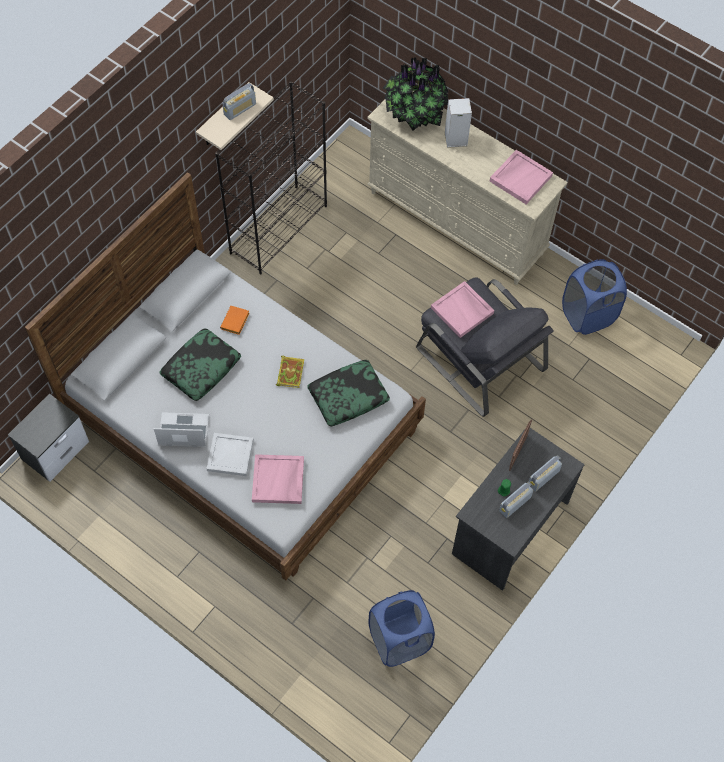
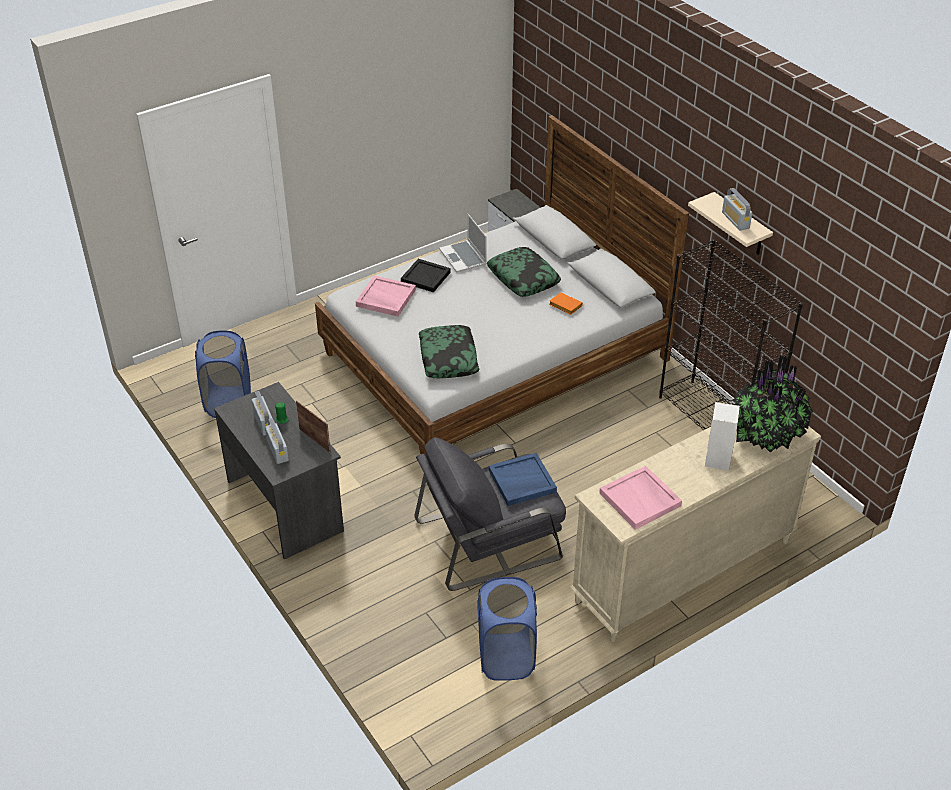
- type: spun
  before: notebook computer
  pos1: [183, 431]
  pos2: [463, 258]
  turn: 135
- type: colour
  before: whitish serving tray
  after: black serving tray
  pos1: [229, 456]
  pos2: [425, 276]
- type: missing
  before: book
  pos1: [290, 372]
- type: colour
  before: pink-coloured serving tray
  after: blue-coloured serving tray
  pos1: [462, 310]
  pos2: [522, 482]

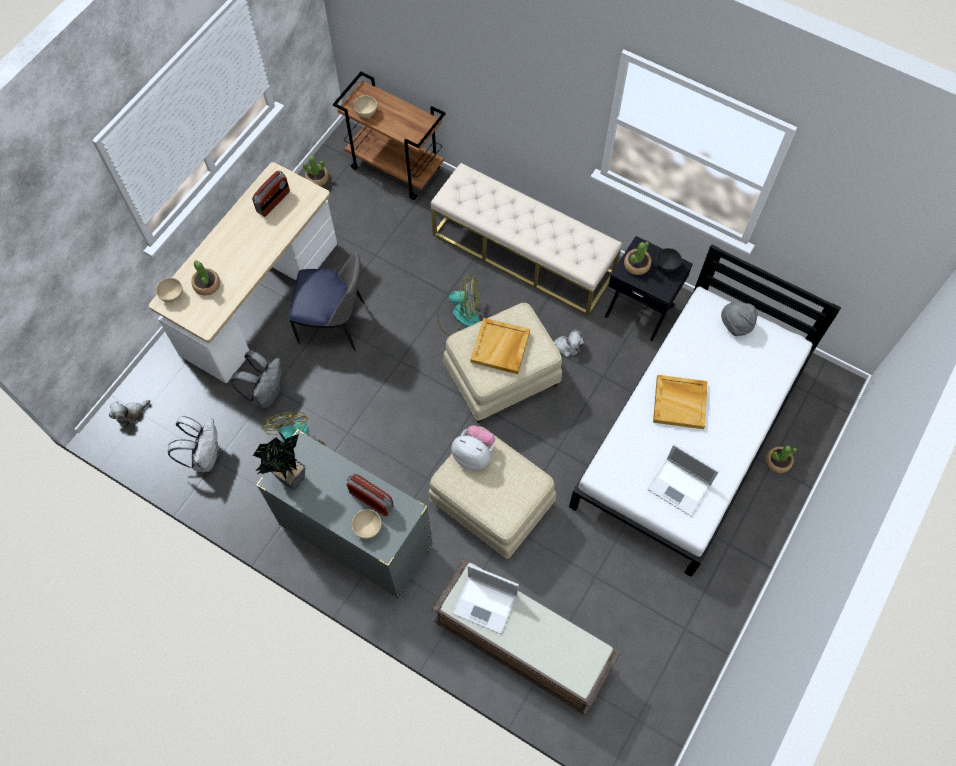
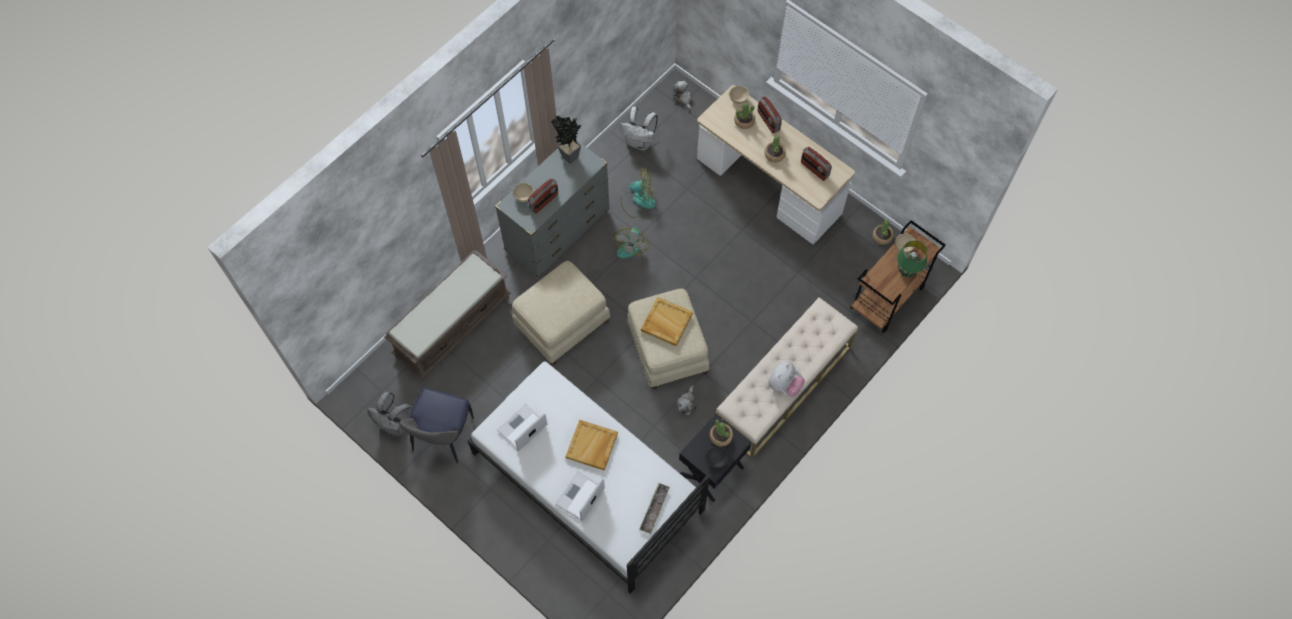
- type: relocated
  before: gray backpack
  pos1: [266, 393]
  pos2: [395, 425]
- type: relocated
  before: plain chair
  pos1: [334, 324]
  pos2: [443, 436]
- type: relocated
  before: fan
  pos1: [459, 315]
  pos2: [630, 244]
- type: relocated
  before: plush toy
  pos1: [474, 455]
  pos2: [784, 385]
- type: relocated
  before: notebook computer
  pos1: [486, 604]
  pos2: [579, 497]
- type: exchanged
  before: gray hat
  after: serving tray
  pos1: [735, 325]
  pos2: [654, 509]
- type: relocated
  before: potted plant
  pos1: [778, 461]
  pos2: [774, 154]
- type: appeared
  after: radio
  pos2: [768, 121]
- type: appeared
  after: green-coloured lamp for a table
  pos2: [906, 272]

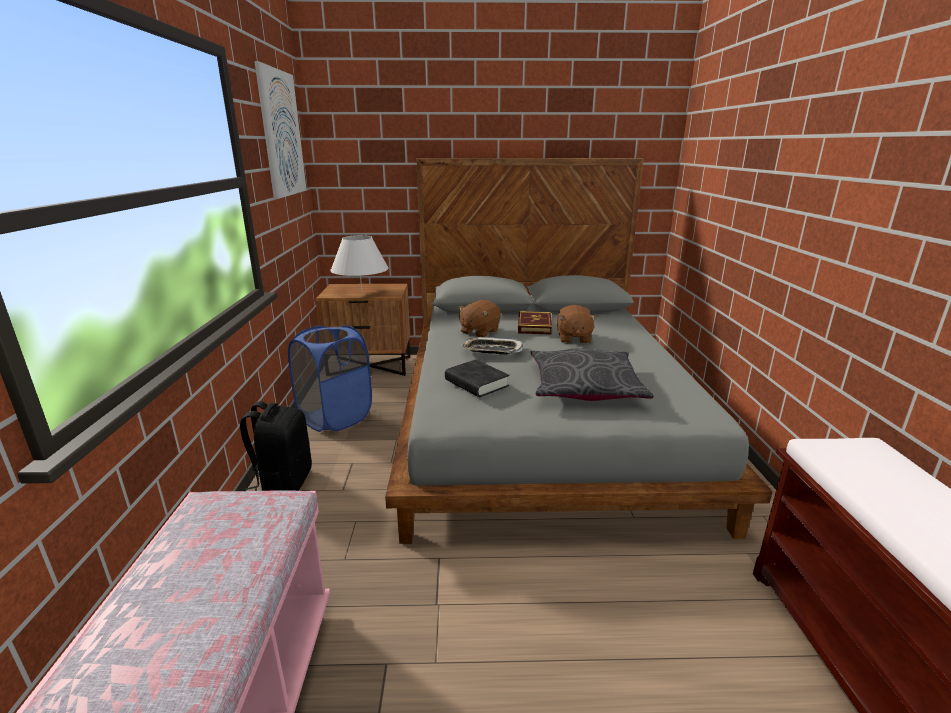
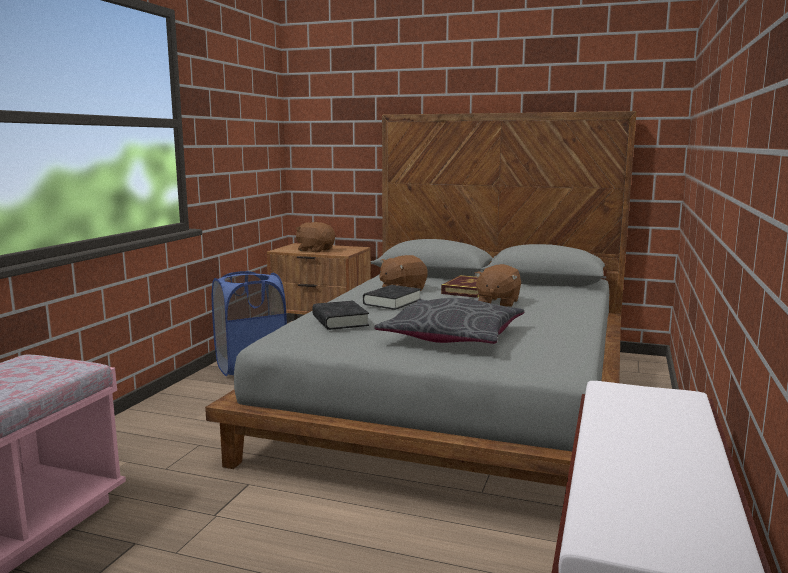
- type: missing
  before: black backpack
  pos1: [283, 483]
- type: missing
  before: picture
  pos1: [282, 134]
- type: exchanged
  before: whitish lamp for a table
  after: brownish plush toy
  pos1: [361, 292]
  pos2: [315, 250]
- type: exchanged
  before: serving tray
  after: black book
  pos1: [492, 350]
  pos2: [392, 302]

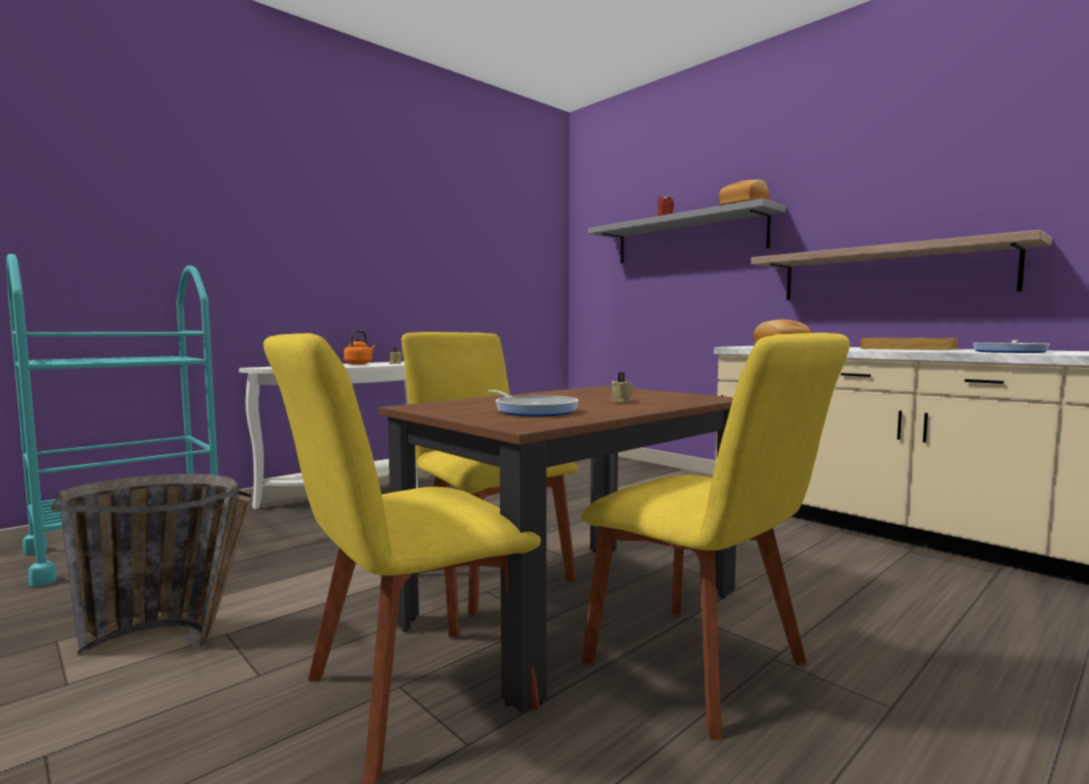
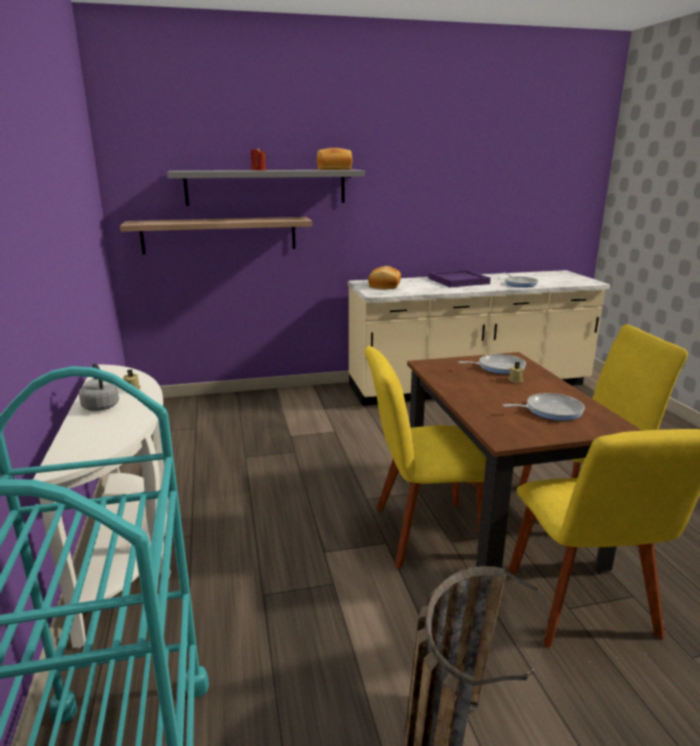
- type: colour
  before: orange tea kettle
  after: gray tea kettle
  pos1: [359, 364]
  pos2: [100, 406]
- type: relocated
  before: shelf
  pos1: [891, 273]
  pos2: [219, 235]
- type: colour
  before: beige-coloured serving tray
  after: purplish serving tray
  pos1: [910, 348]
  pos2: [458, 281]
- type: appeared
  after: pan
  pos2: [498, 367]

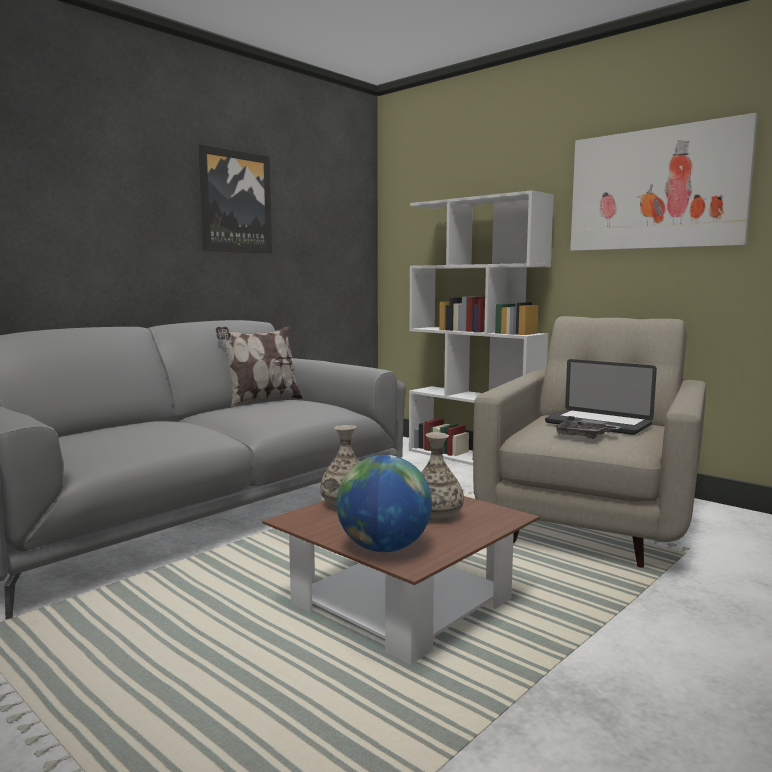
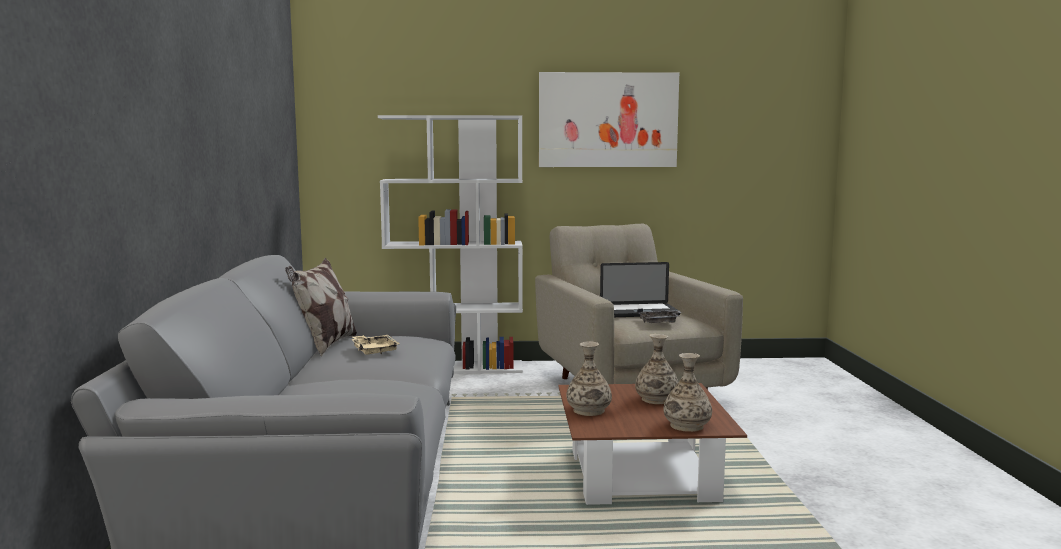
- type: missing
  before: picture
  pos1: [235, 202]
- type: exchanged
  before: world globe
  after: decorative vase
  pos1: [383, 548]
  pos2: [686, 425]
- type: appeared
  after: beige-coloured serving tray
  pos2: [374, 350]

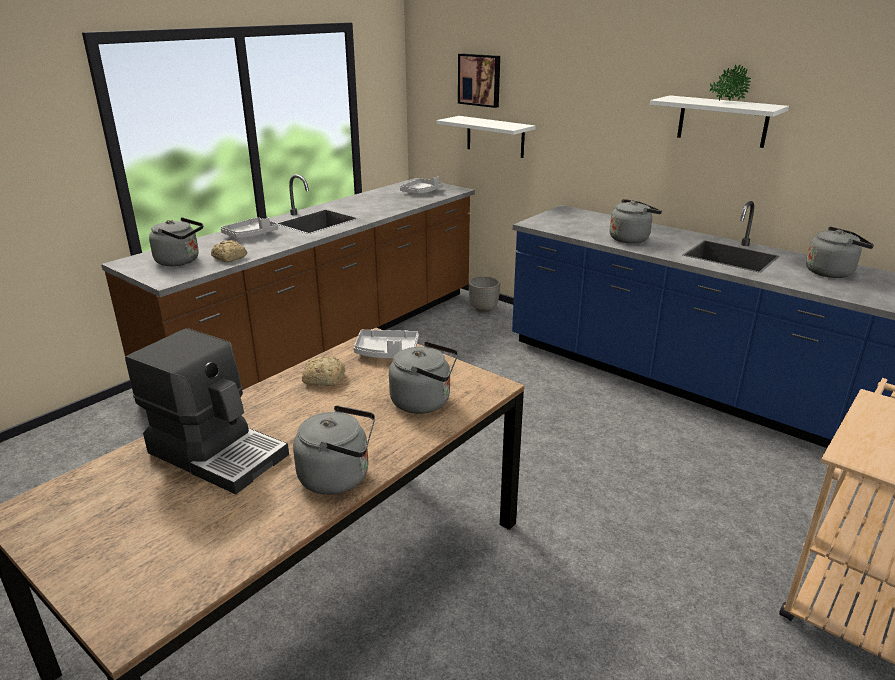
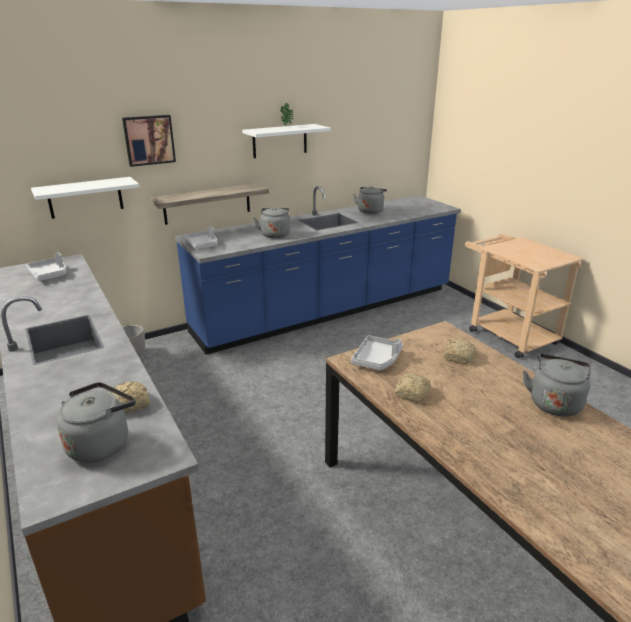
- type: missing
  before: coffee maker
  pos1: [218, 452]
- type: relocated
  before: gray serving tray
  pos1: [251, 235]
  pos2: [203, 245]
- type: exchanged
  before: gray tea kettle
  after: bread
  pos1: [425, 402]
  pos2: [460, 357]
- type: relocated
  before: picture
  pos1: [480, 80]
  pos2: [149, 140]
- type: appeared
  after: shelf
  pos2: [207, 204]

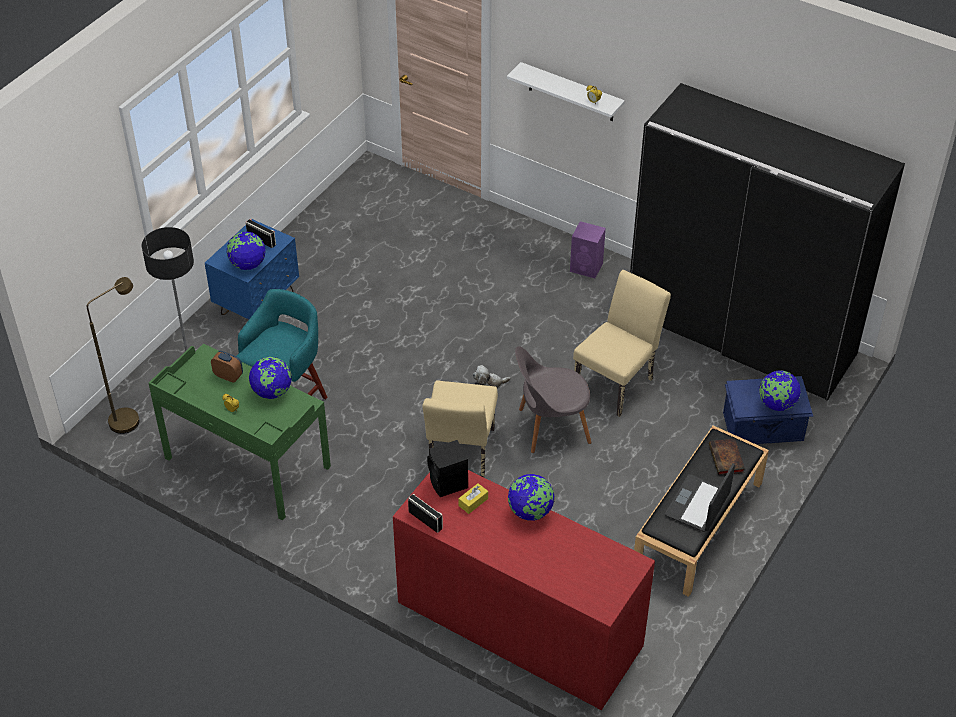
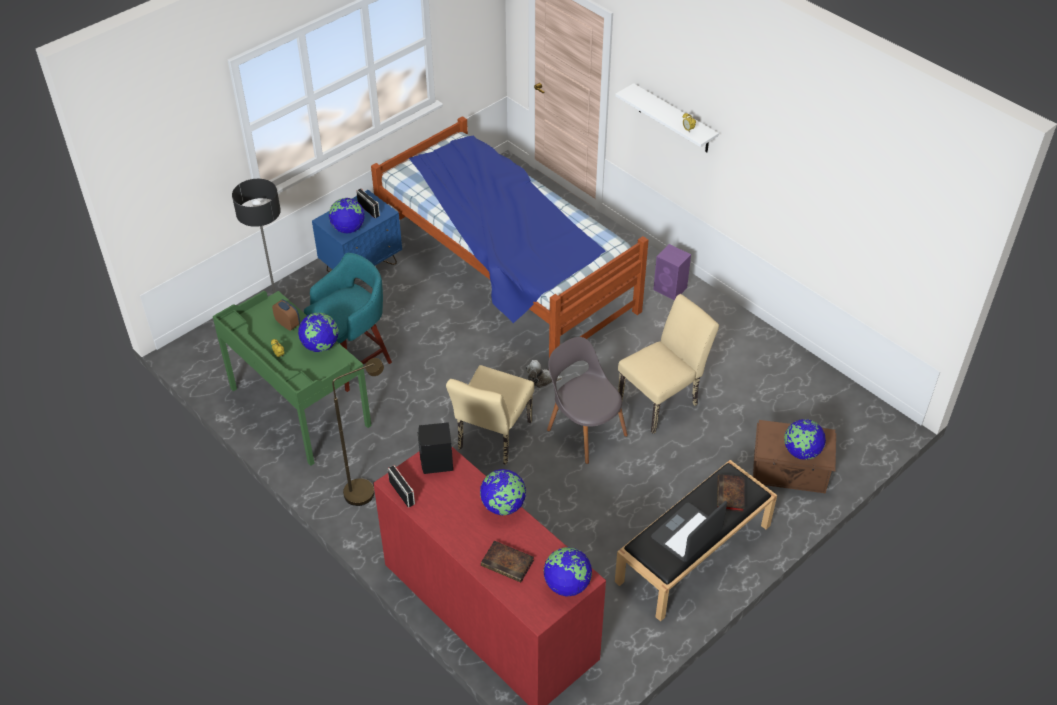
- type: relocated
  before: brownish floor lamp
  pos1: [130, 417]
  pos2: [366, 489]
- type: missing
  before: yellow-coloured tissue holder
  pos1: [473, 502]
- type: spun
  before: gray plain chair
  pos1: [550, 427]
  pos2: [584, 430]
  turn: 45
- type: missing
  before: black armoire
  pos1: [740, 334]
- type: colour
  before: blue-coloured storage box
  after: brownish storage box
  pos1: [763, 427]
  pos2: [790, 472]
- type: appeared
  after: bedroom bed
  pos2: [505, 274]
- type: appeared
  after: book
  pos2: [508, 563]
- type: appeared
  after: world globe
  pos2: [567, 585]

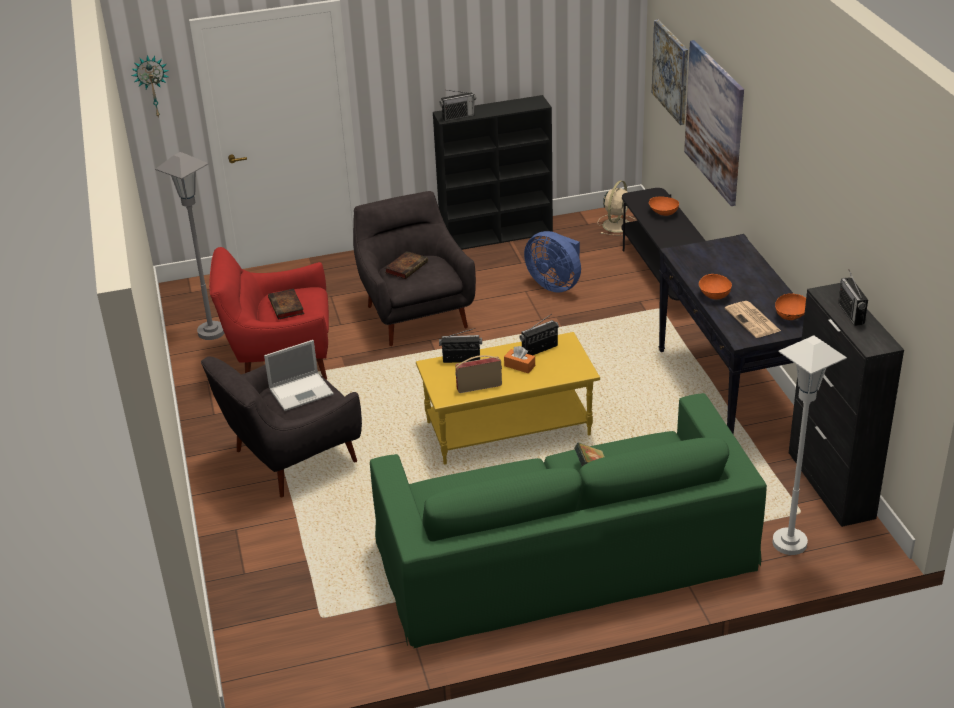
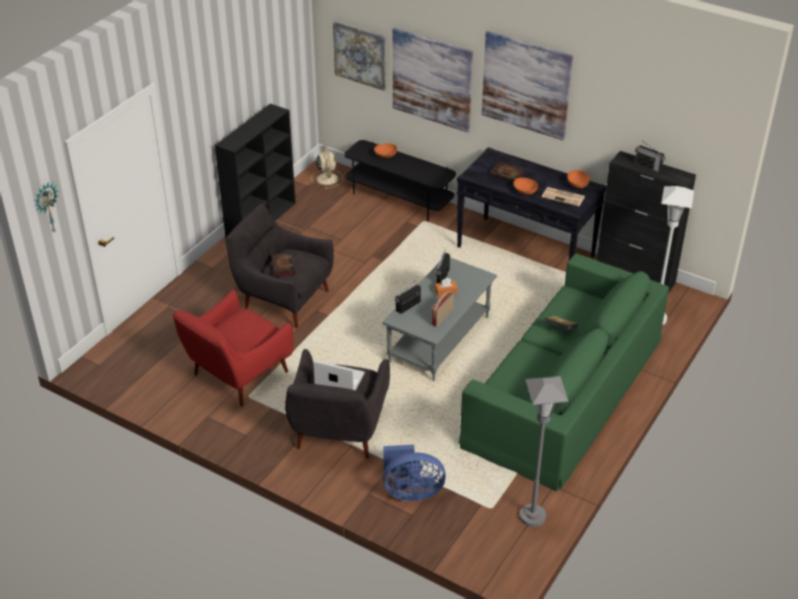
- type: relocated
  before: gray floor lamp
  pos1: [211, 332]
  pos2: [532, 516]
- type: spun
  before: notebook computer
  pos1: [302, 391]
  pos2: [338, 379]
  turn: -90
- type: relocated
  before: book
  pos1: [287, 307]
  pos2: [508, 173]
- type: colour
  before: yellow-coloured lounge table
  after: gray lounge table
  pos1: [508, 430]
  pos2: [440, 340]
- type: missing
  before: radio
  pos1: [458, 116]
- type: relocated
  before: blue-coloured fan
  pos1: [555, 284]
  pos2: [411, 491]
- type: appeared
  after: picture
  pos2: [526, 85]

